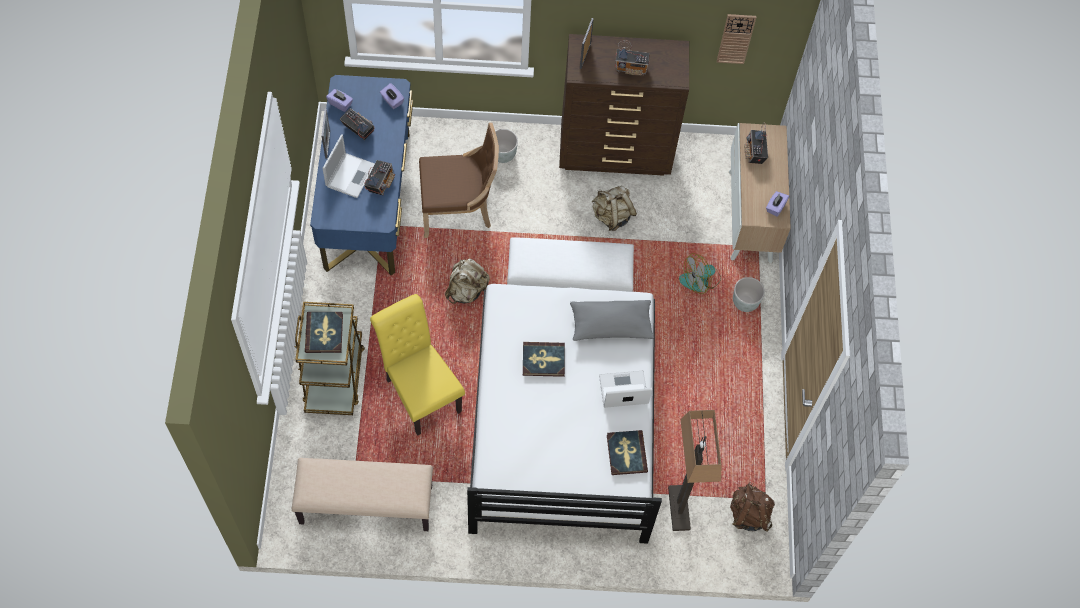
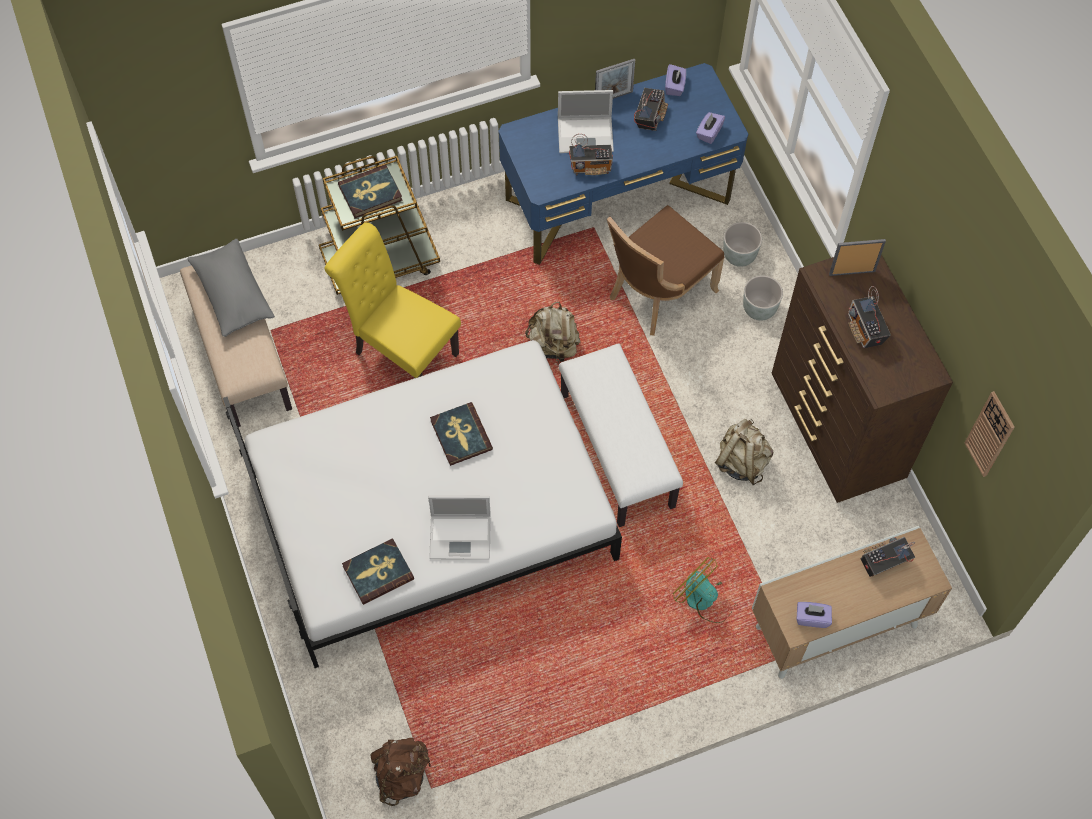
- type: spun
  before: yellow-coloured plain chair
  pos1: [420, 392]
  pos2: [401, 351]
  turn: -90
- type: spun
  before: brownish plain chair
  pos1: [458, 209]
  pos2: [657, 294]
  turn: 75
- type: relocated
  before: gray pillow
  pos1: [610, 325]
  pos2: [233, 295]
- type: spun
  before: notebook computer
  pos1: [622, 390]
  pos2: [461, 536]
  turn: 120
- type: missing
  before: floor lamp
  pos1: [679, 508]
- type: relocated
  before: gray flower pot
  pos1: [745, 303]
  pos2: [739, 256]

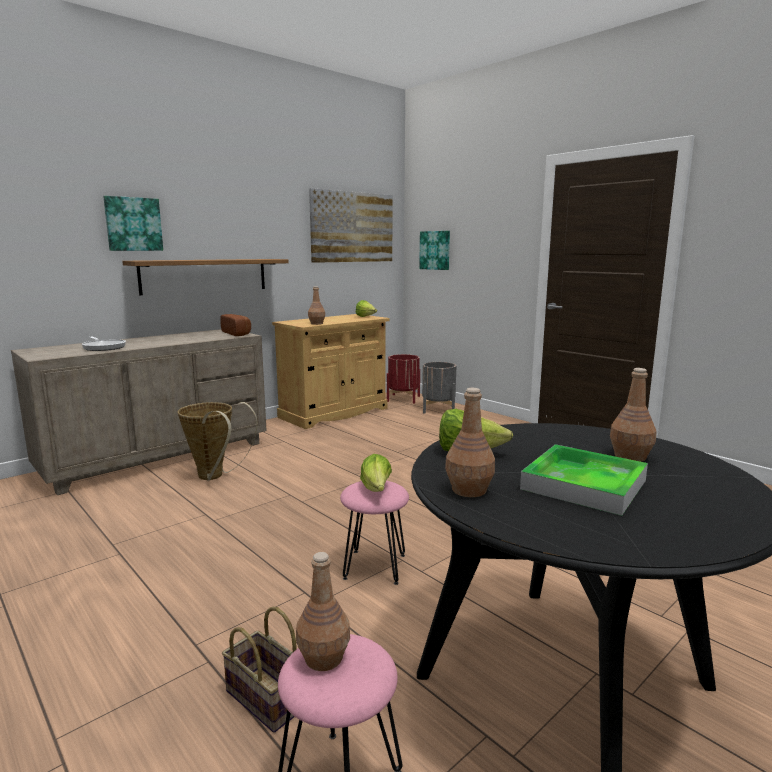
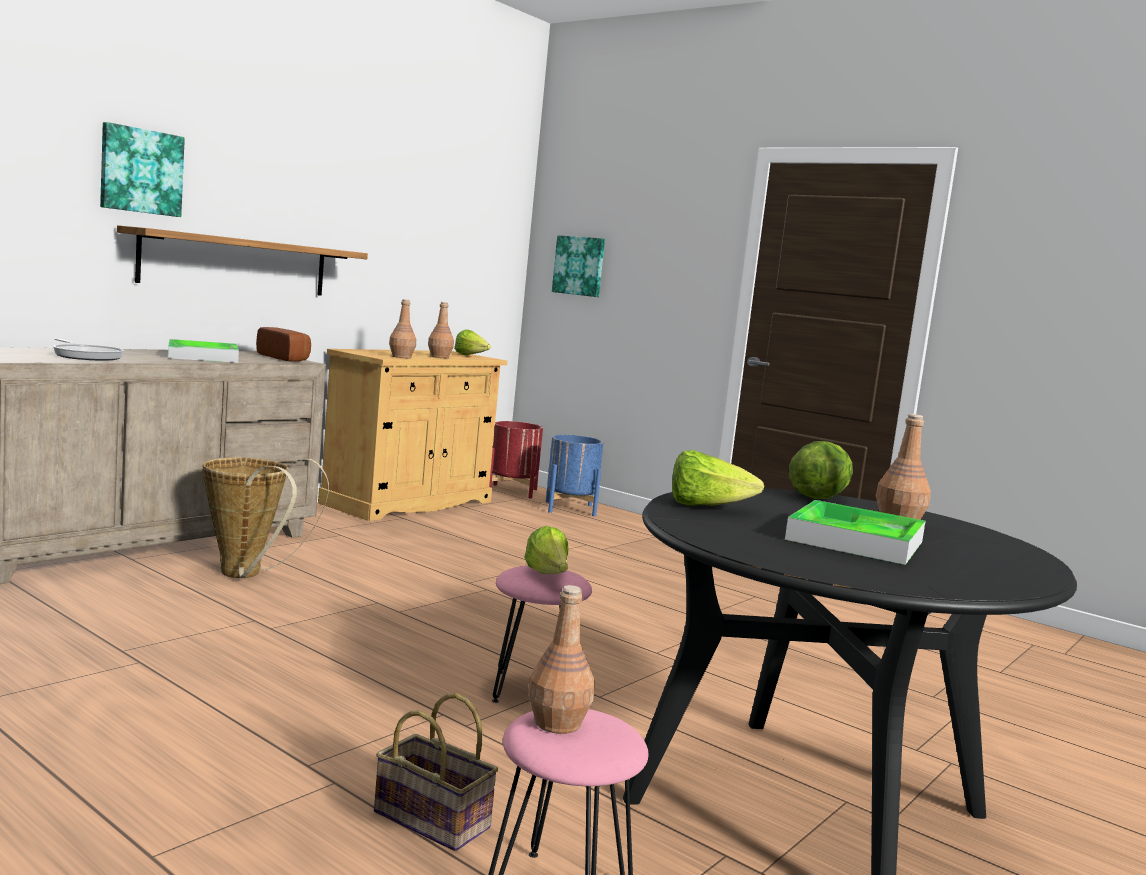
- type: missing
  before: picture
  pos1: [352, 227]
- type: colour
  before: gray flower pot
  after: blue-coloured flower pot
  pos1: [438, 409]
  pos2: [570, 508]
- type: relocated
  before: brownish beverage bottle
  pos1: [468, 490]
  pos2: [439, 357]
- type: appeared
  after: serving tray
  pos2: [203, 357]
- type: appeared
  after: lettuce head
  pos2: [818, 497]

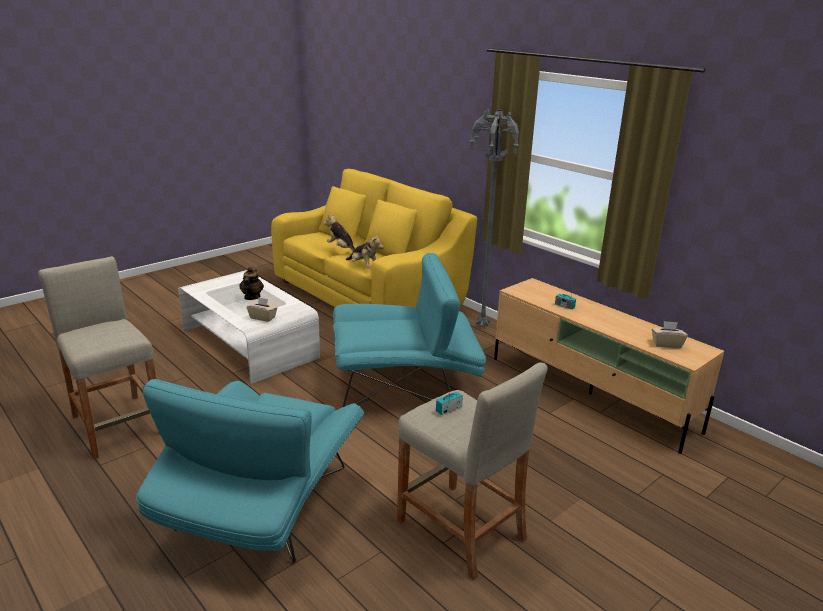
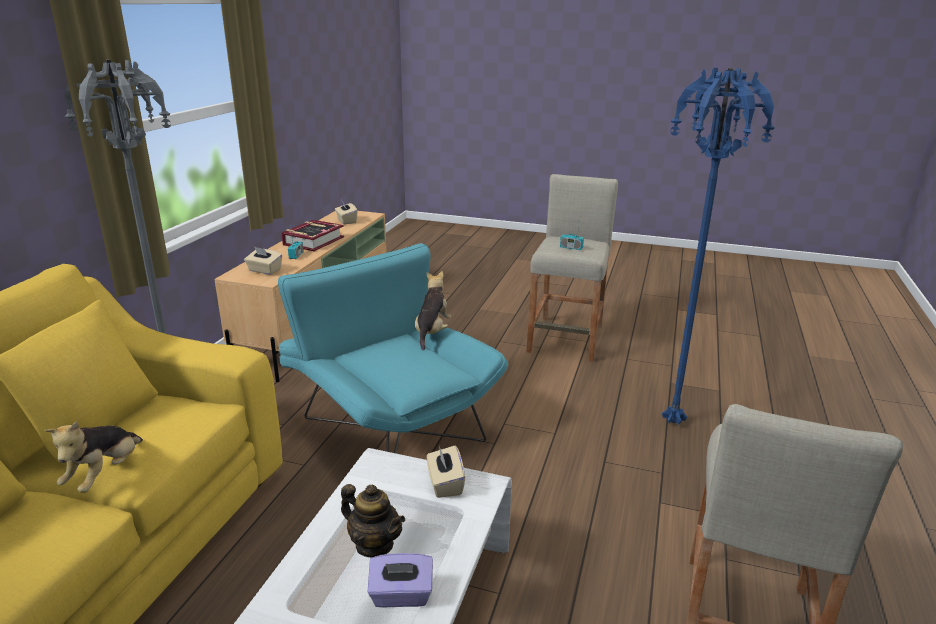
- type: exchanged
  before: blue-green easy chair
  after: blue-coloured floor lamp
  pos1: [261, 509]
  pos2: [672, 423]
- type: spun
  before: pot for tea
  pos1: [252, 297]
  pos2: [374, 544]
  turn: -120
- type: relocated
  before: plush toy
  pos1: [364, 266]
  pos2: [432, 332]
- type: appeared
  after: beige-coloured tissue holder
  pos2: [264, 271]
- type: appeared
  after: book
  pos2: [313, 241]
- type: appeared
  after: purplish tissue holder
  pos2: [401, 596]

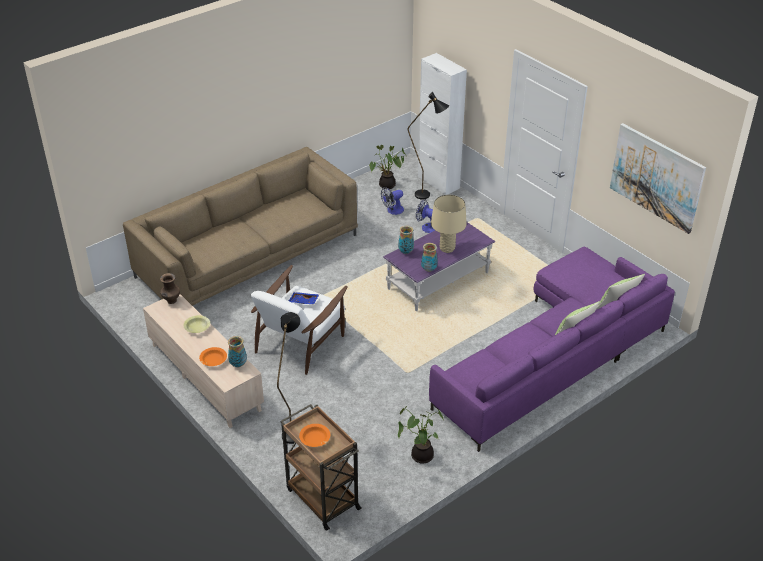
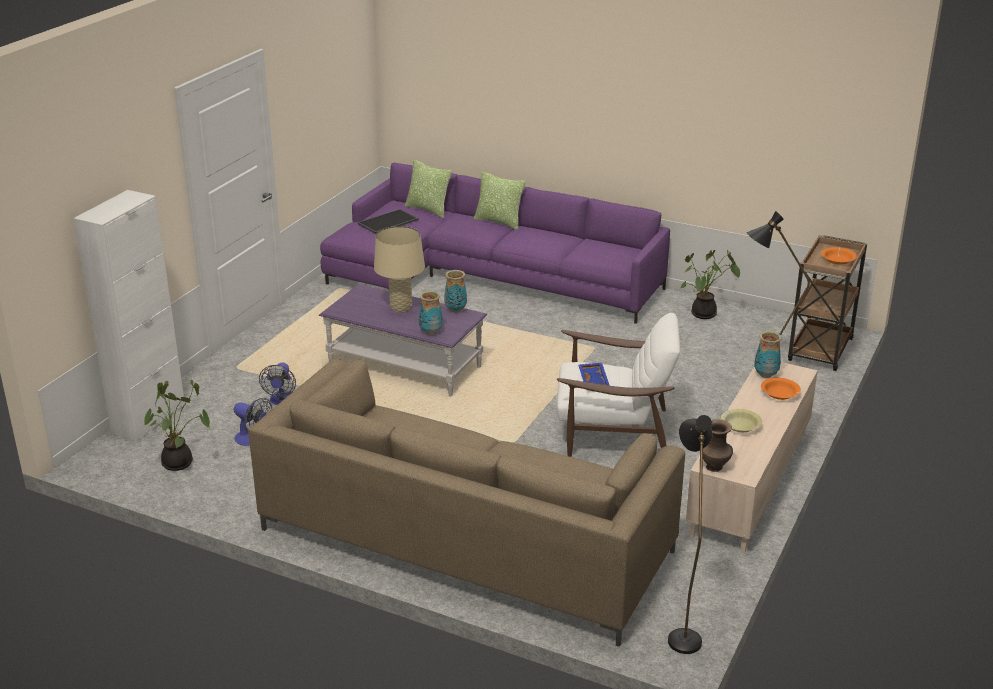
- type: relocated
  before: black floor lamp
  pos1: [428, 196]
  pos2: [682, 633]
- type: missing
  before: picture
  pos1: [656, 177]
- type: appeared
  after: serving tray
  pos2: [388, 222]

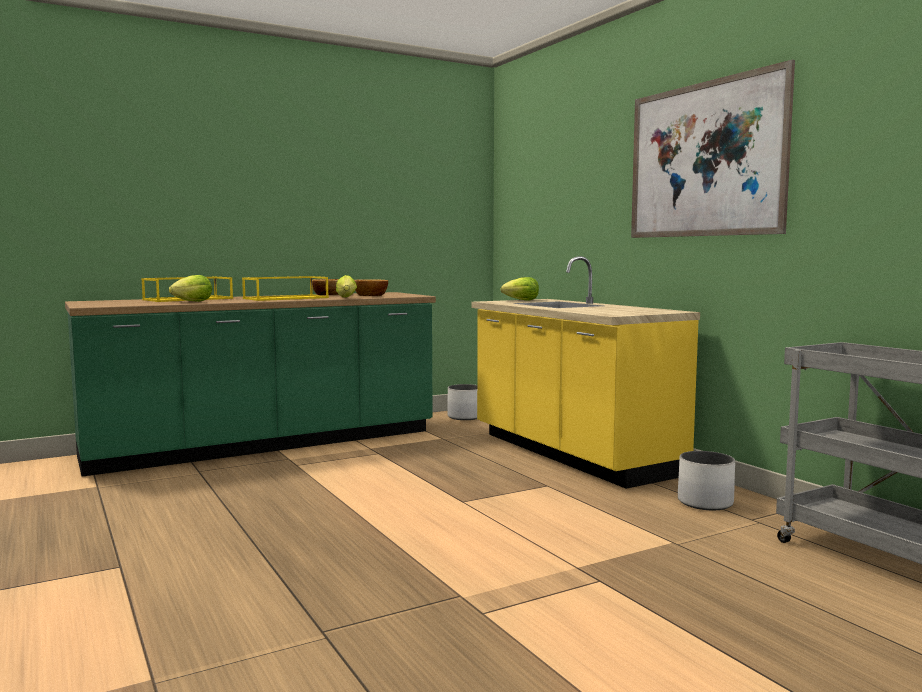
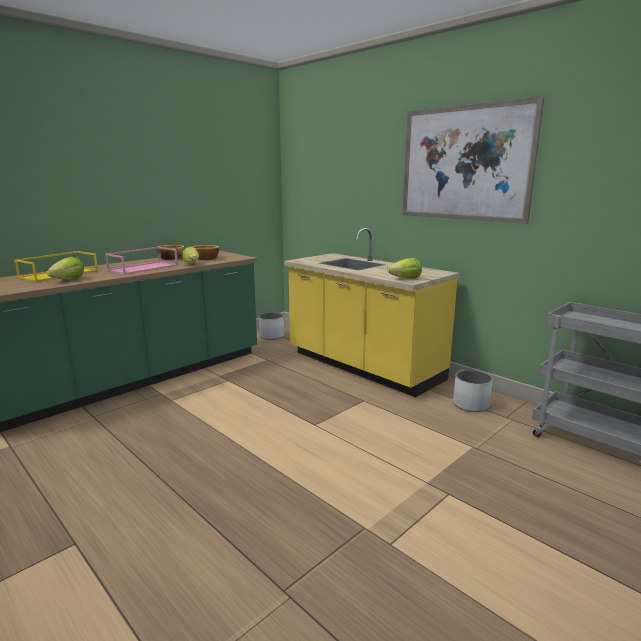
- type: colour
  before: yellow-coloured serving tray
  after: pink-coloured serving tray
  pos1: [286, 298]
  pos2: [143, 268]
- type: relocated
  before: lettuce head
  pos1: [522, 300]
  pos2: [406, 279]

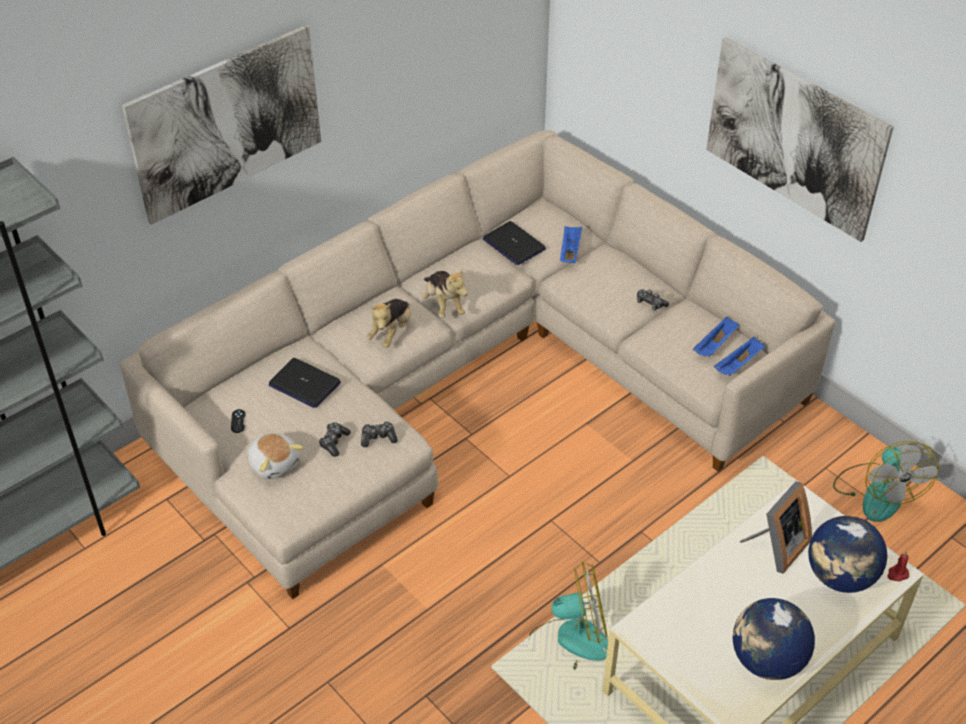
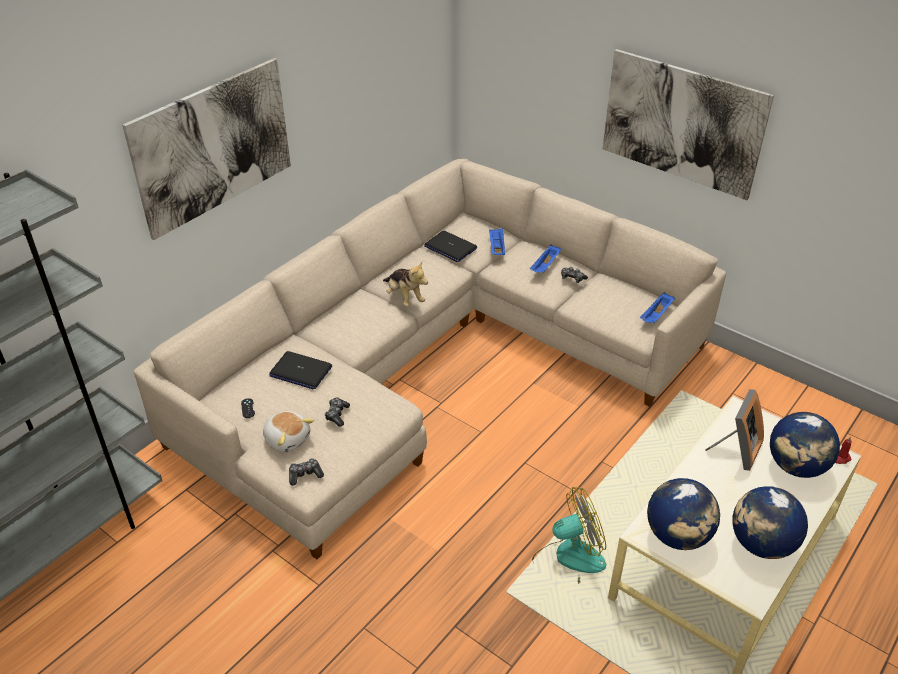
- type: relocated
  before: joypad
  pos1: [378, 438]
  pos2: [305, 475]
- type: missing
  before: plush toy
  pos1: [391, 332]
- type: relocated
  before: blue-coloured serving tray
  pos1: [715, 345]
  pos2: [545, 266]
- type: missing
  before: fan
  pos1: [877, 492]
- type: appeared
  after: world globe
  pos2: [678, 536]

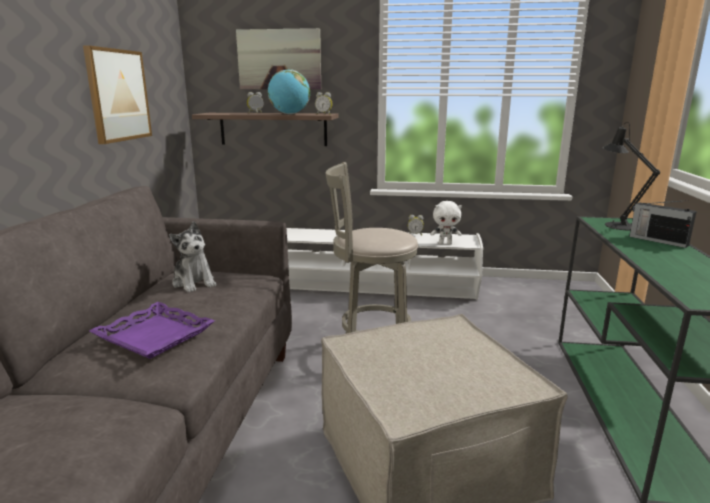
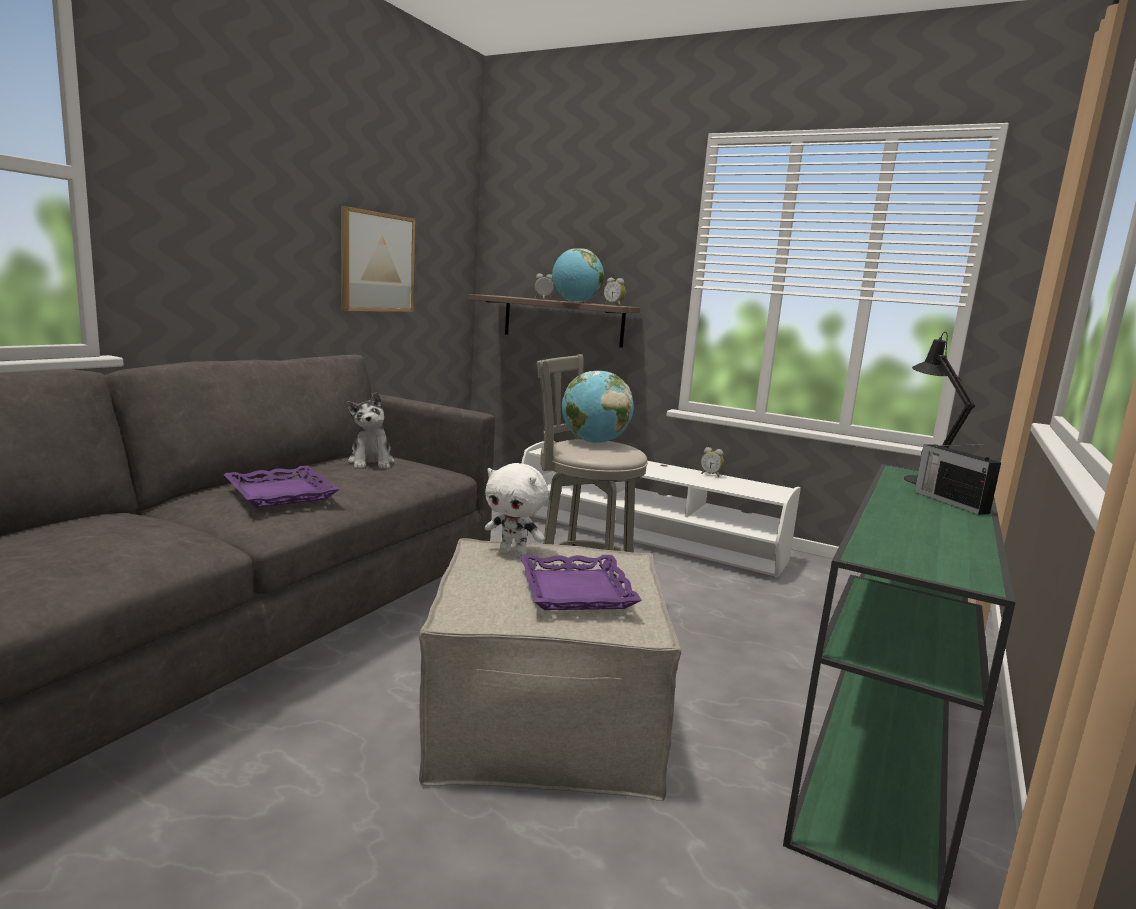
- type: missing
  before: picture
  pos1: [279, 59]
- type: relocated
  before: whitish plush toy
  pos1: [445, 243]
  pos2: [514, 553]
- type: appeared
  after: purplish serving tray
  pos2: [575, 590]
- type: appeared
  after: world globe
  pos2: [594, 442]

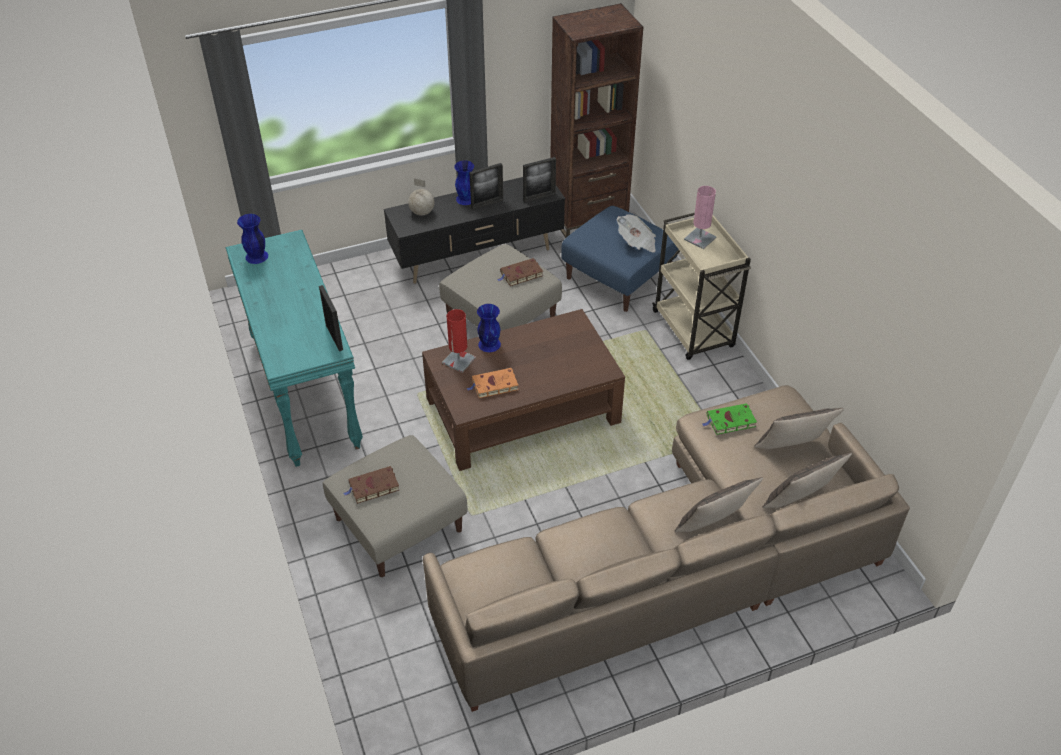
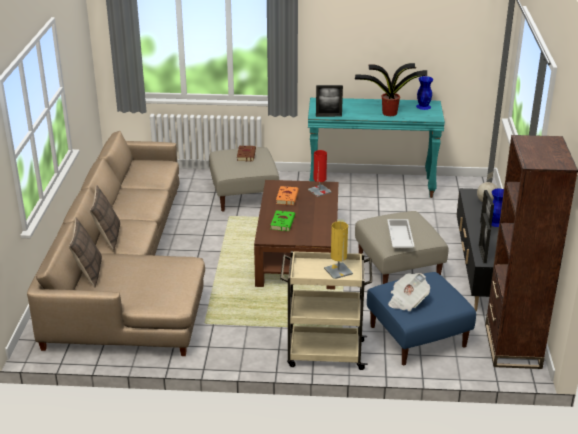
- type: missing
  before: blue-coloured decorative vase
  pos1: [489, 344]
- type: exchanged
  before: brownish book
  after: whitish serving tray
  pos1: [520, 274]
  pos2: [399, 238]
- type: colour
  before: pink-coloured lamp for a table
  after: yellow-coloured lamp for a table
  pos1: [700, 238]
  pos2: [338, 271]
- type: relocated
  before: green-coloured book
  pos1: [729, 421]
  pos2: [282, 222]
- type: missing
  before: pillow
  pos1: [791, 449]
- type: appeared
  after: potted plant
  pos2: [388, 113]

